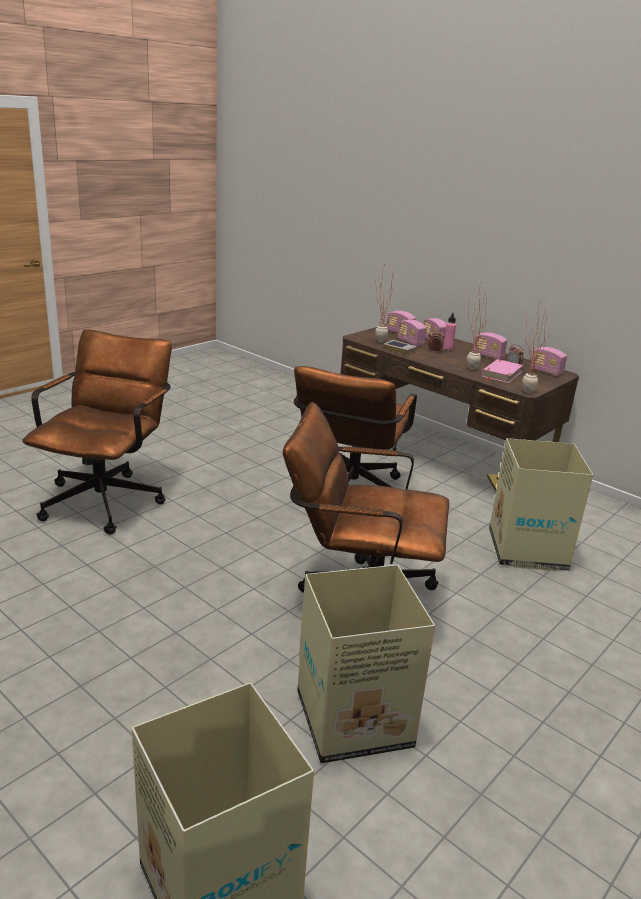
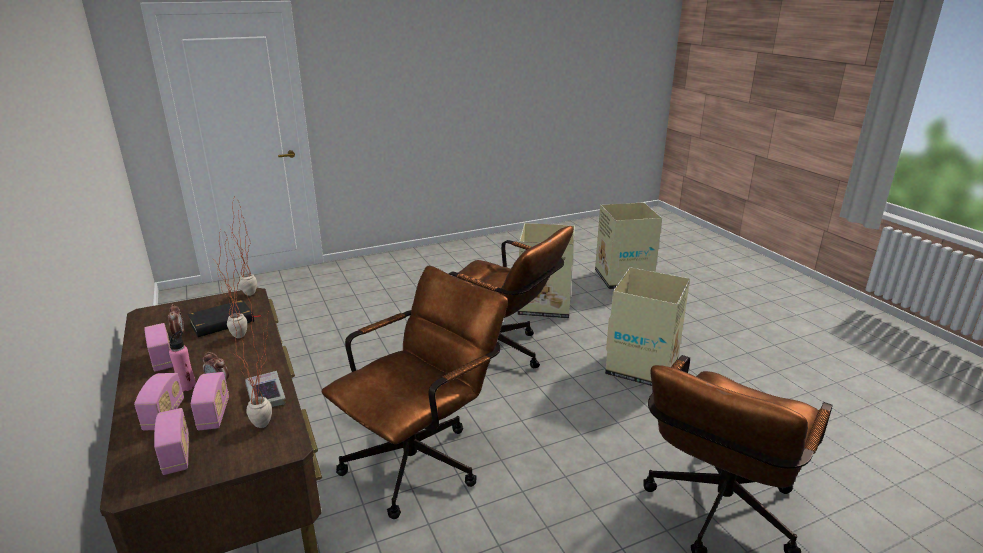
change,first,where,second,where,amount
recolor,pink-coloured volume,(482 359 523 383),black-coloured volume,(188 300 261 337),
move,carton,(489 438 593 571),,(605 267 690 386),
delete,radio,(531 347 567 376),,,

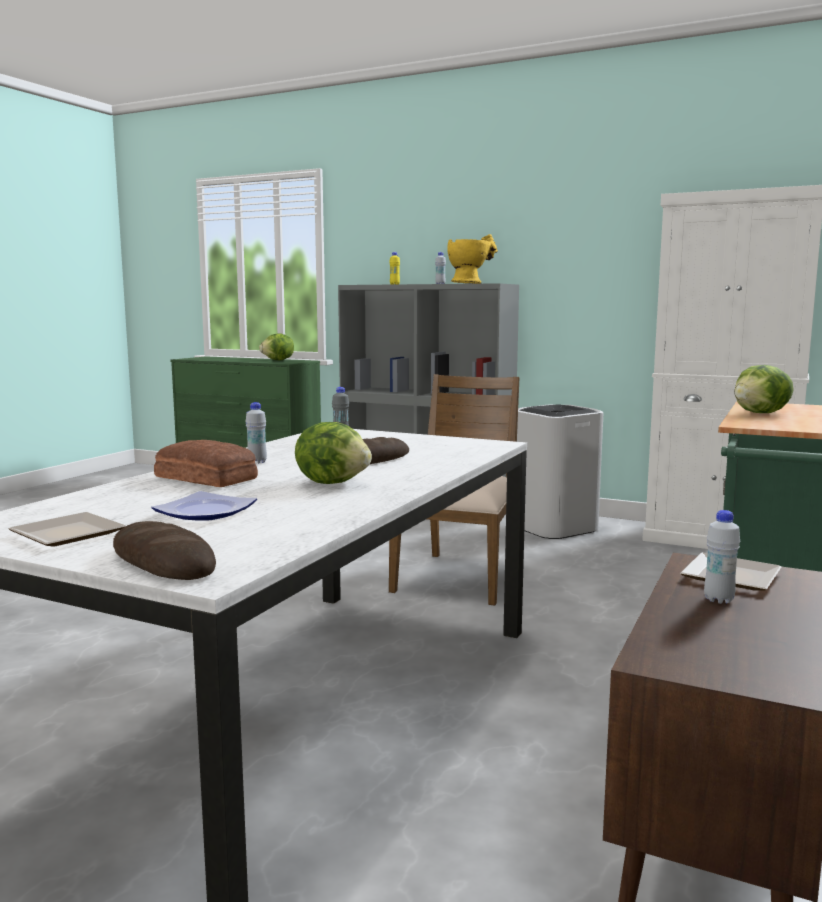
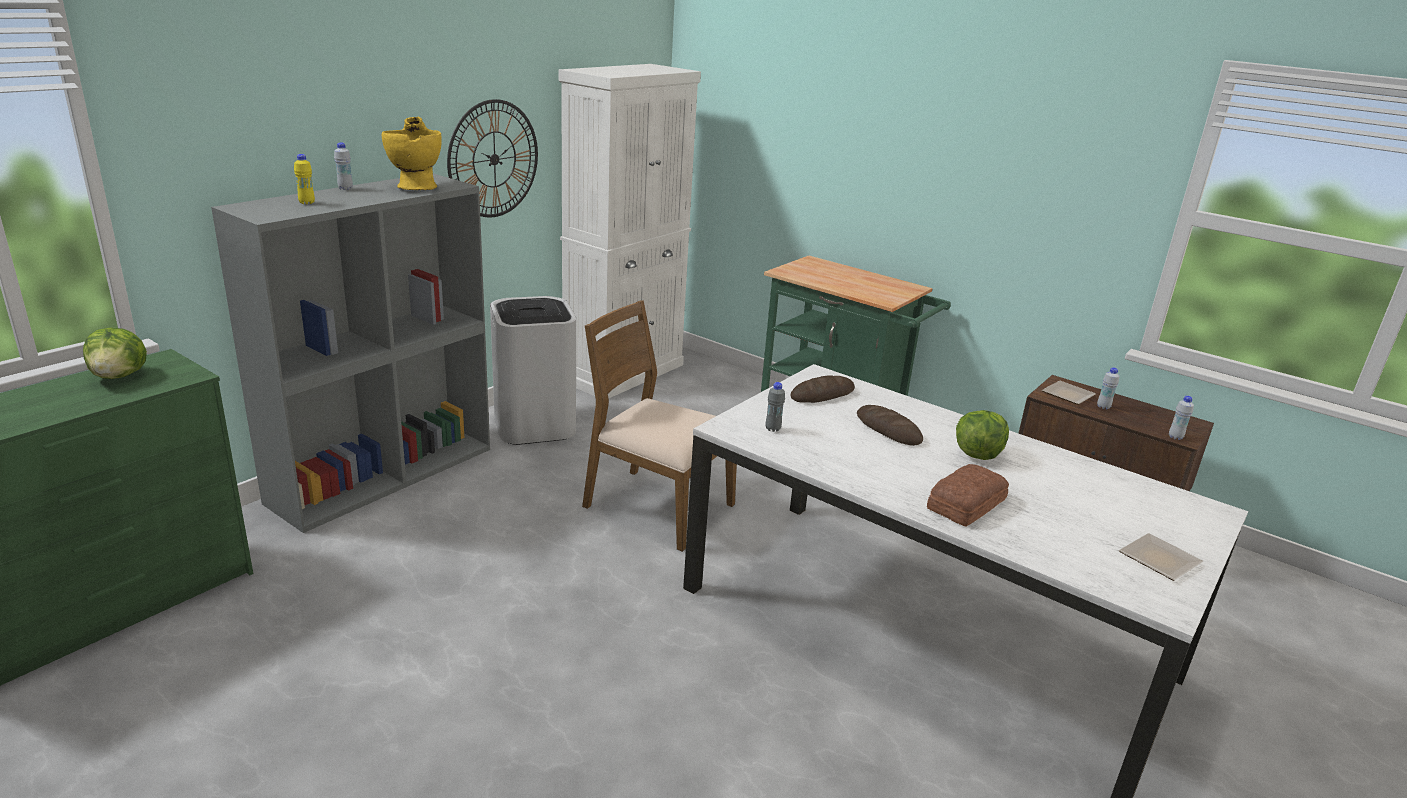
change,first,where,second,where,amount
move,bakery bread,(113 521 216 580),,(791 376 855 403),
delete,dinner plate,(152 491 257 520),,,
move,whitish beverage bottle,(245 402 267 464),,(1169 396 1194 440),
delete,lettuce head,(734 365 794 413),,,
insert,,,clock on the wall,(447 99 538 217),

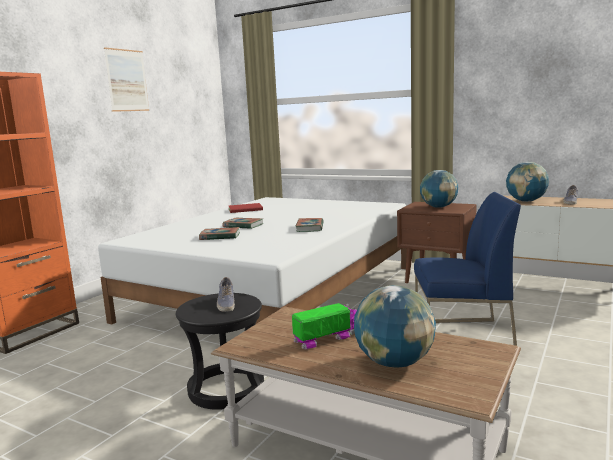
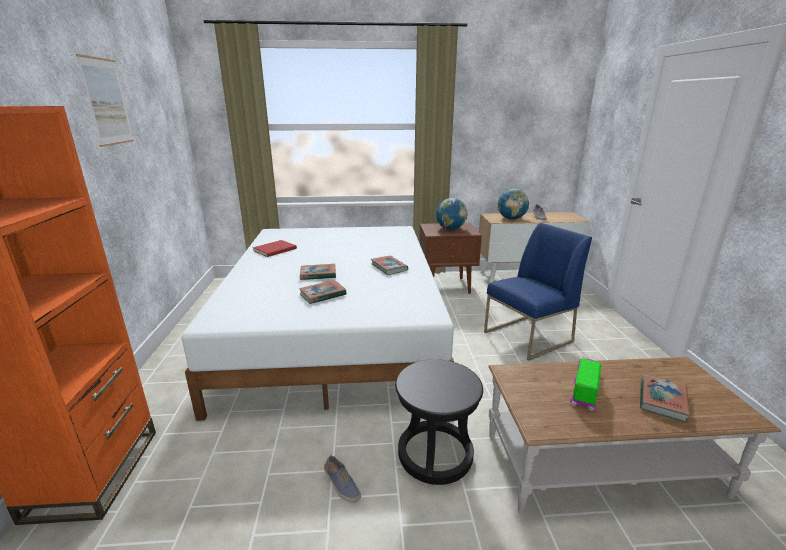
change,first,where,second,where,amount
move,low shoe,(217 277 235 312),,(324 456 361 503),
replace,desk globe,(354 285 436 368),volume,(640 374 690 422),

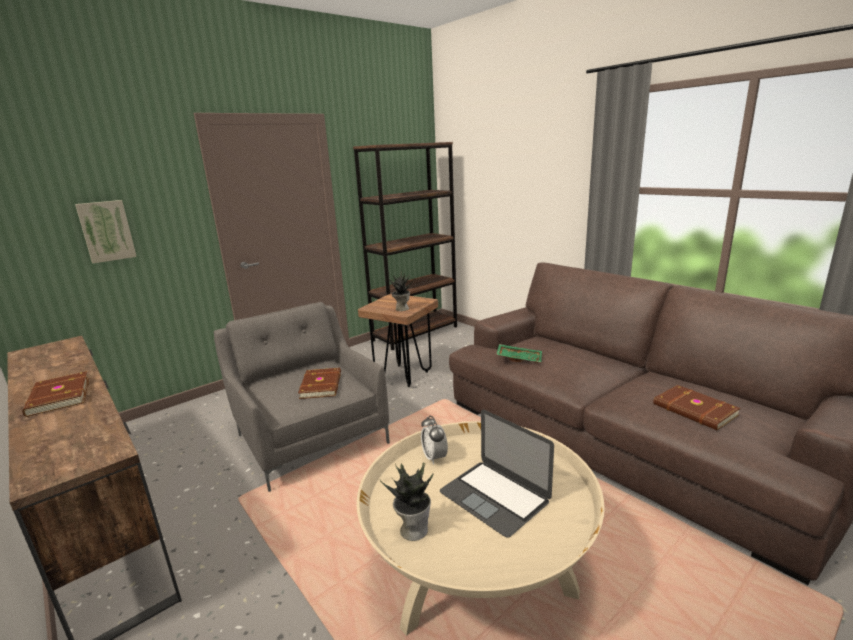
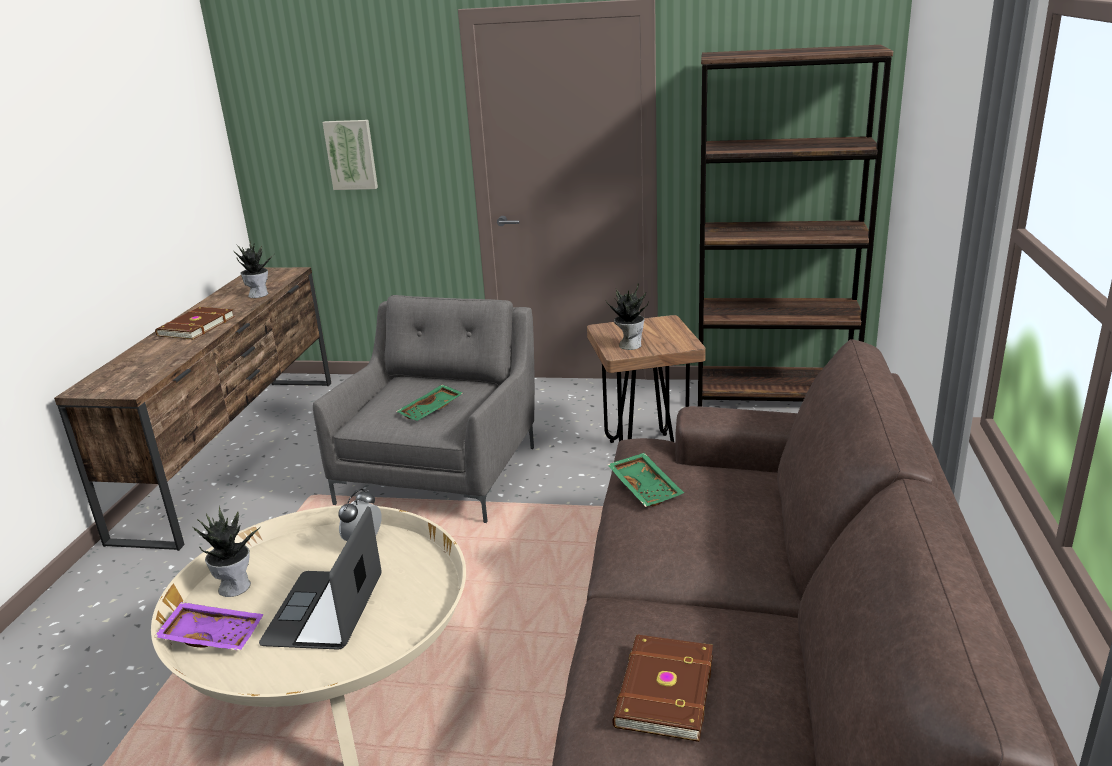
change,first,where,second,where,amount
replace,brownish volume,(298 368 341 399),green carrying tray,(396 385 463 421),
insert,,,purple-coloured carrying tray,(154 602 264 651),
insert,,,plant in a pot,(232 242 274 298),

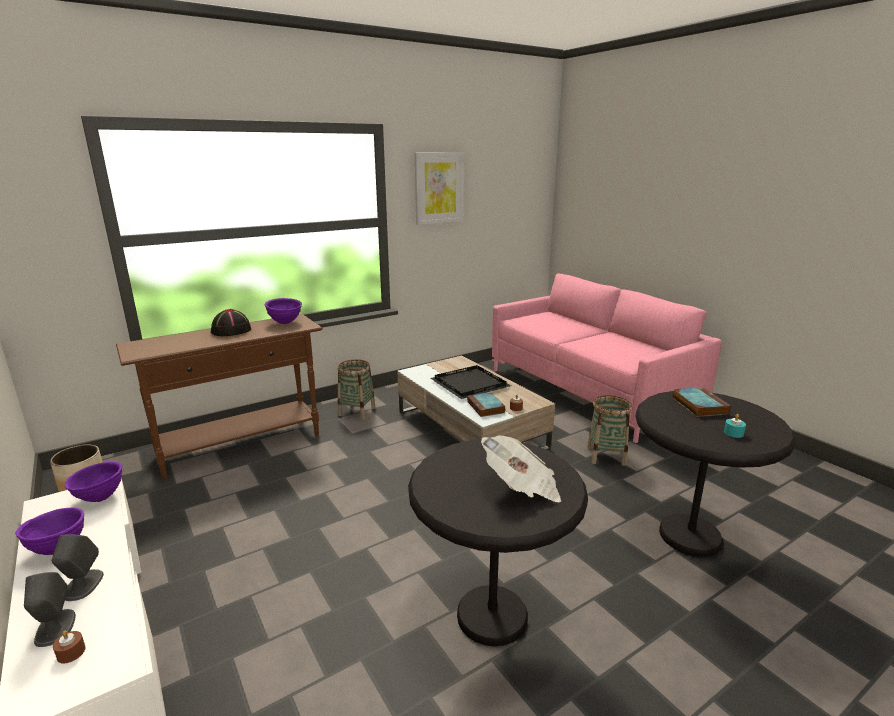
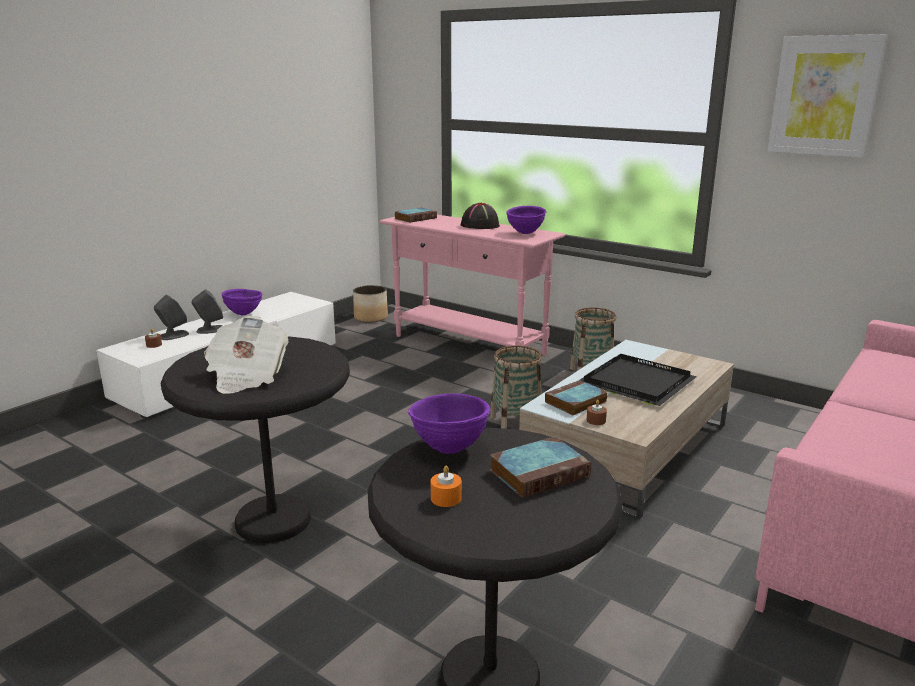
change,first,where,second,where,amount
move,purple-coloured bowl,(65 462 123 502),,(408 393 490 454),
recolor,brownish console table,(116 314 323 479),pink-coloured console table,(380 215 565 356),
move,storage basket,(587 395 632 466),,(490 346 542 429),
recolor,turquoise-coloured wax light,(724 414 746 438),orange-coloured wax light,(431 466 462 507),
insert,,,volume,(394 207 437 223),

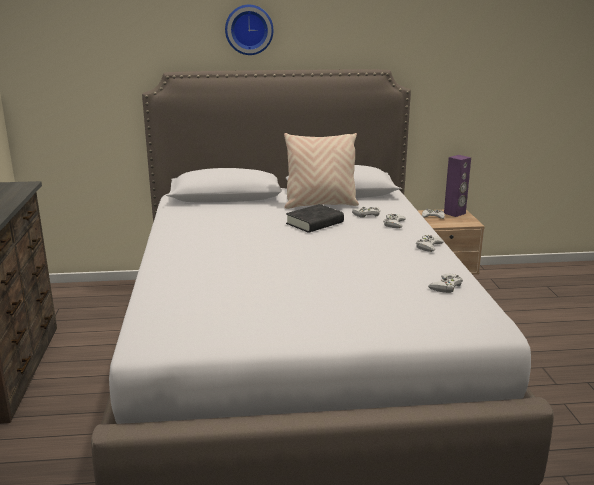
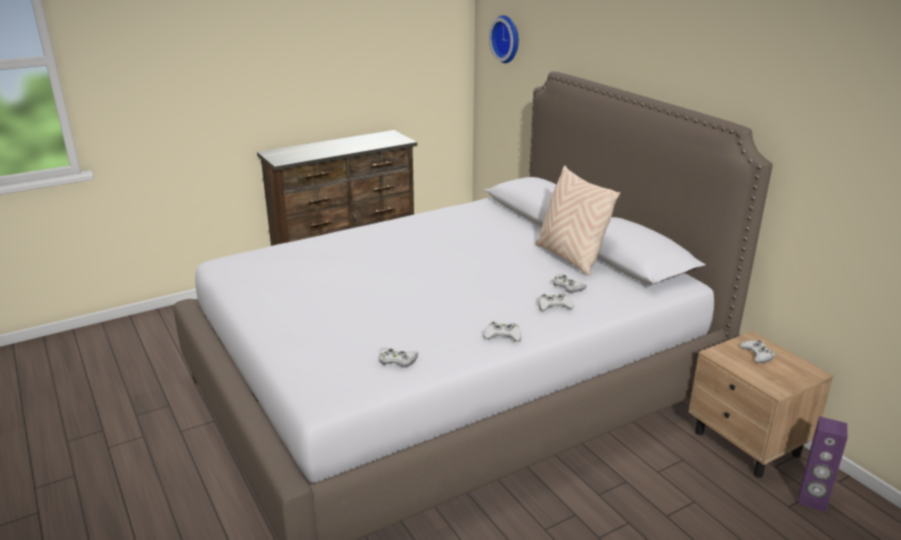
change,first,where,second,where,amount
move,clock on the wall,(225 5 273 55),,(489 15 519 63),
delete,black-coloured volume,(286 204 344 233),,,
move,purple-coloured audio speaker,(444 155 471 217),,(798 416 848 512),

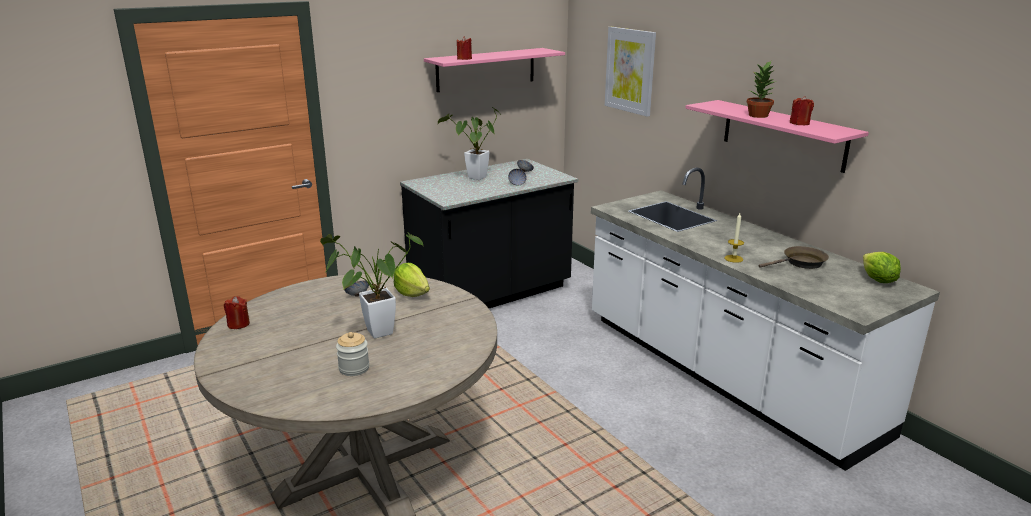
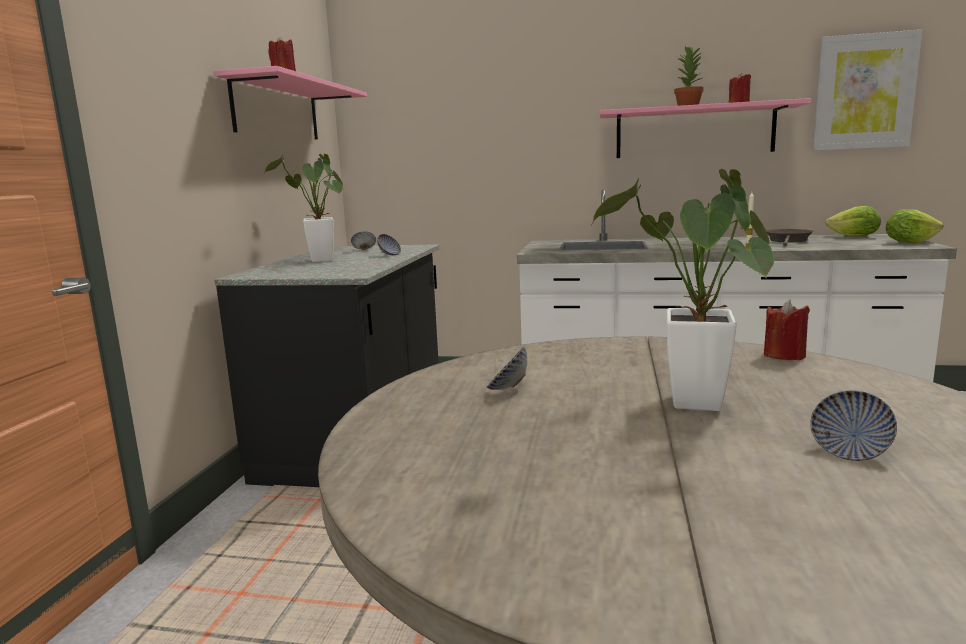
change,first,where,second,where,amount
move,reddish wax light,(224 296 250 329),,(764 300 810 360),
replace,preserve jar,(336 332 369 376),bowl,(810 390 897 461),
move,lettuce head,(394 263 430 297),,(886 209 943 244),
move,wall art,(605 27 656 117),,(812 30 922 151),

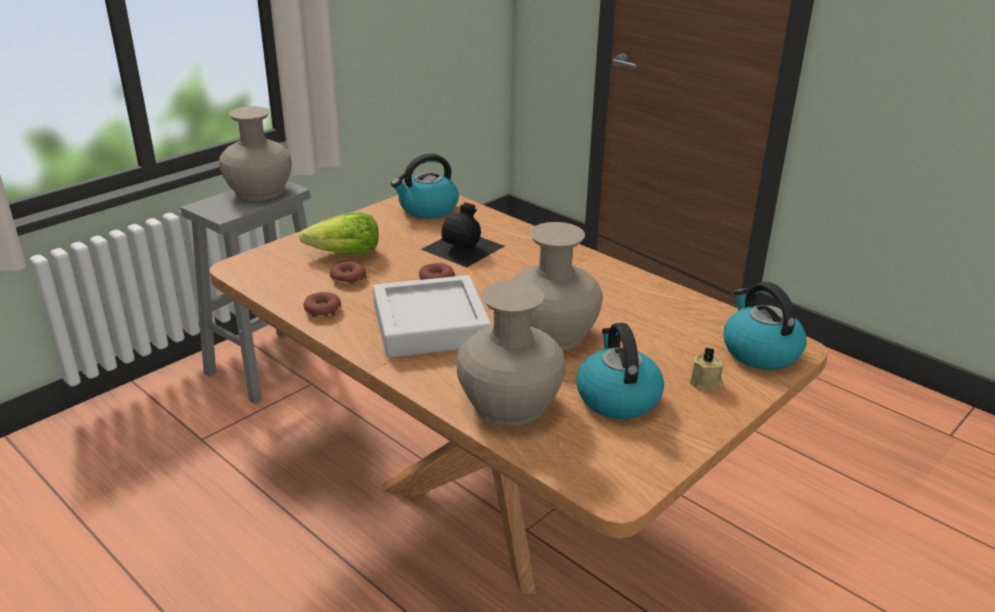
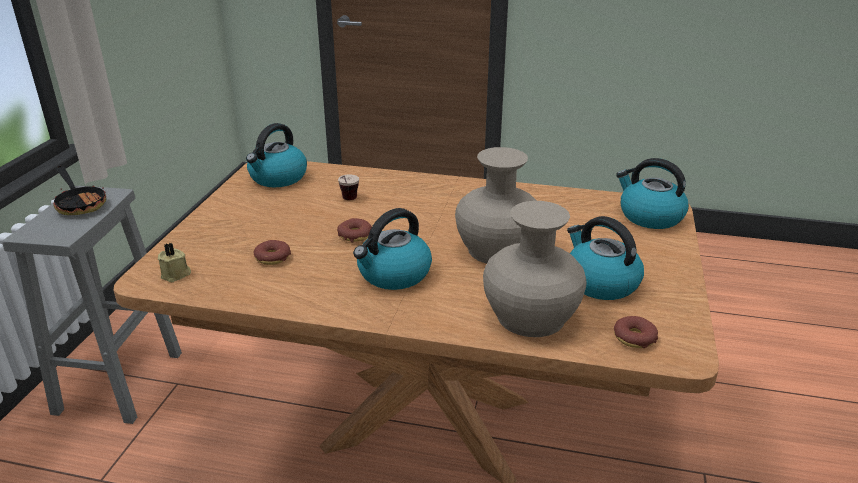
change,first,where,second,where,amount
replace,sand-coloured flower vase,(219 106 292 201),pan,(51 165 106 215),
delete,lettuce head,(299 212 379 255),,,
move,donut,(304 292 341 318),,(614 316 658 348),
replace,greyish carrying tray,(373 275 492 358),tea kettle,(353 208 432 290),
replace,black-coloured beverage bottle,(421 202 505 267),cup,(338 175 359 200),
move,sand-coloured wax light,(689 347 724 391),,(158 243 191 282),

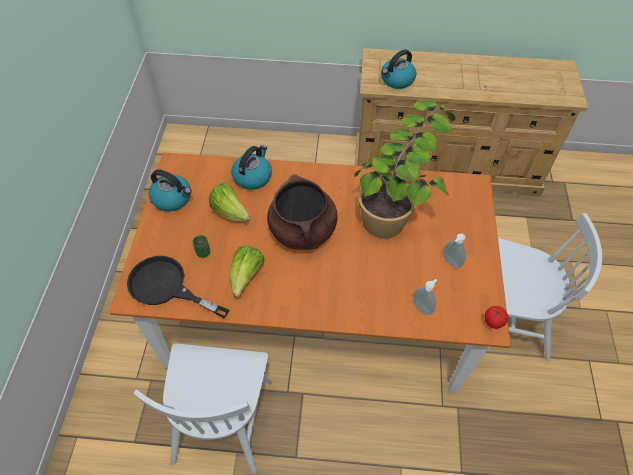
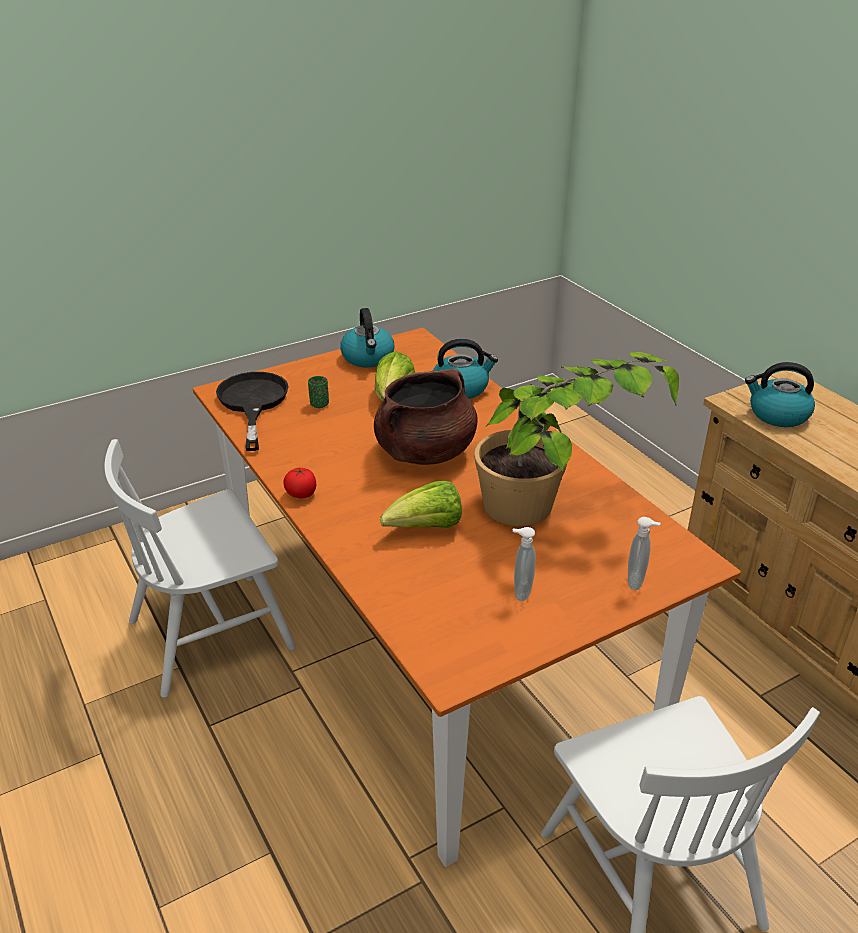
change,first,where,second,where,amount
move,lettuce head,(230 246 264 297),,(380 481 462 528),
move,soap dispenser,(413 279 437 315),,(628 517 660 590),
move,fresh tomato,(485 306 508 329),,(283 467 316 498),

